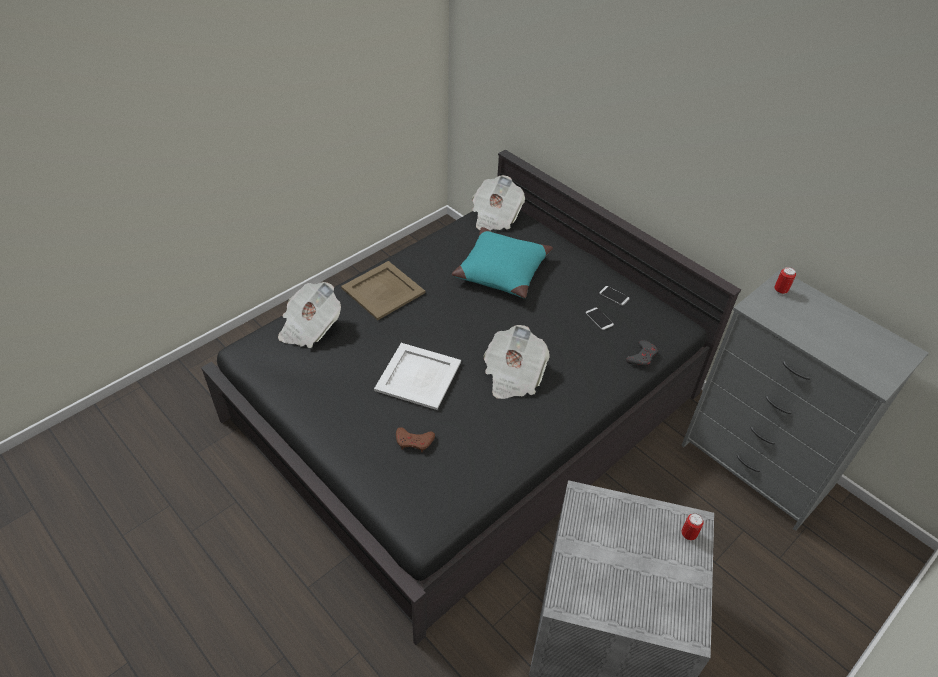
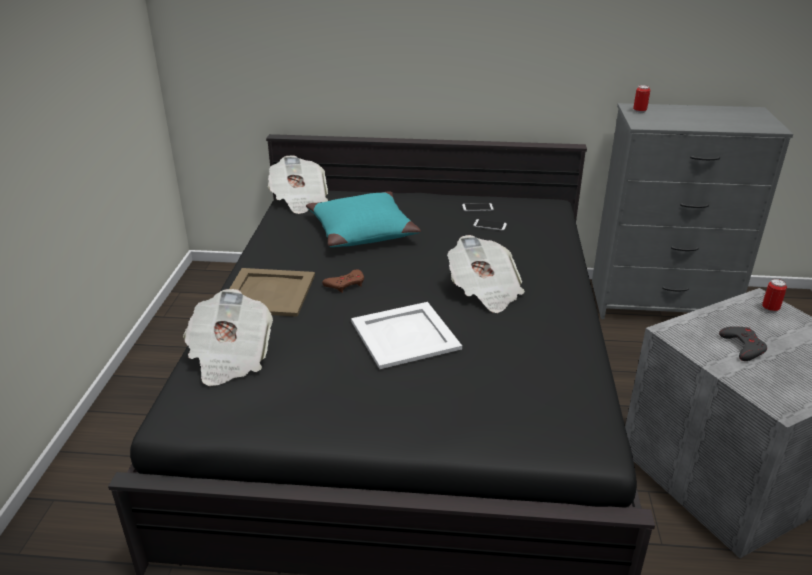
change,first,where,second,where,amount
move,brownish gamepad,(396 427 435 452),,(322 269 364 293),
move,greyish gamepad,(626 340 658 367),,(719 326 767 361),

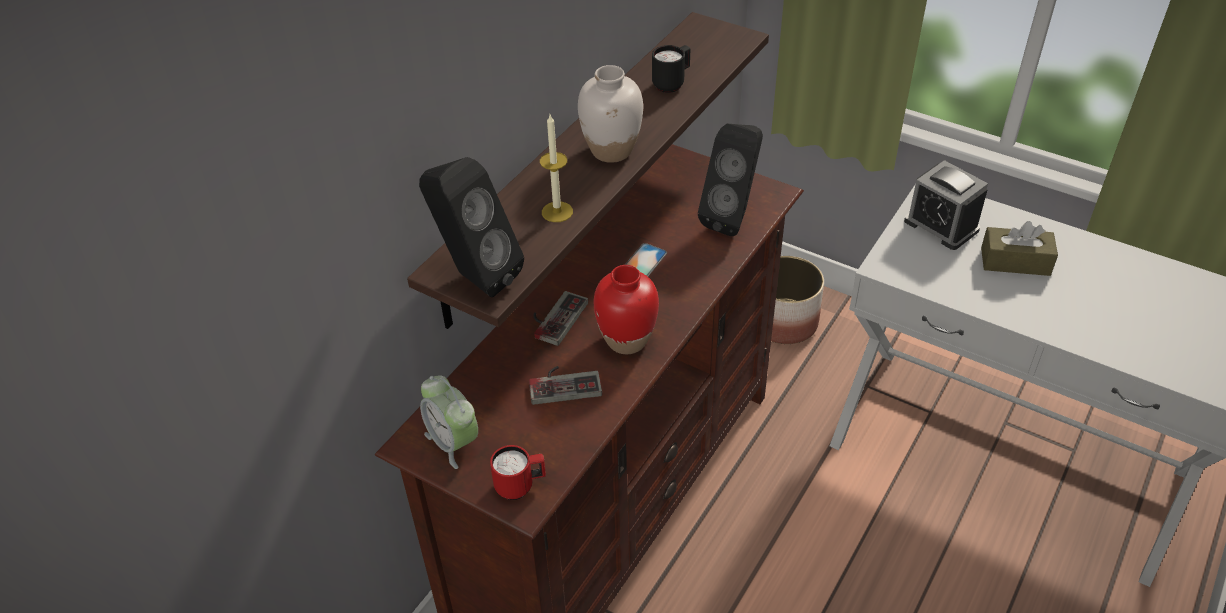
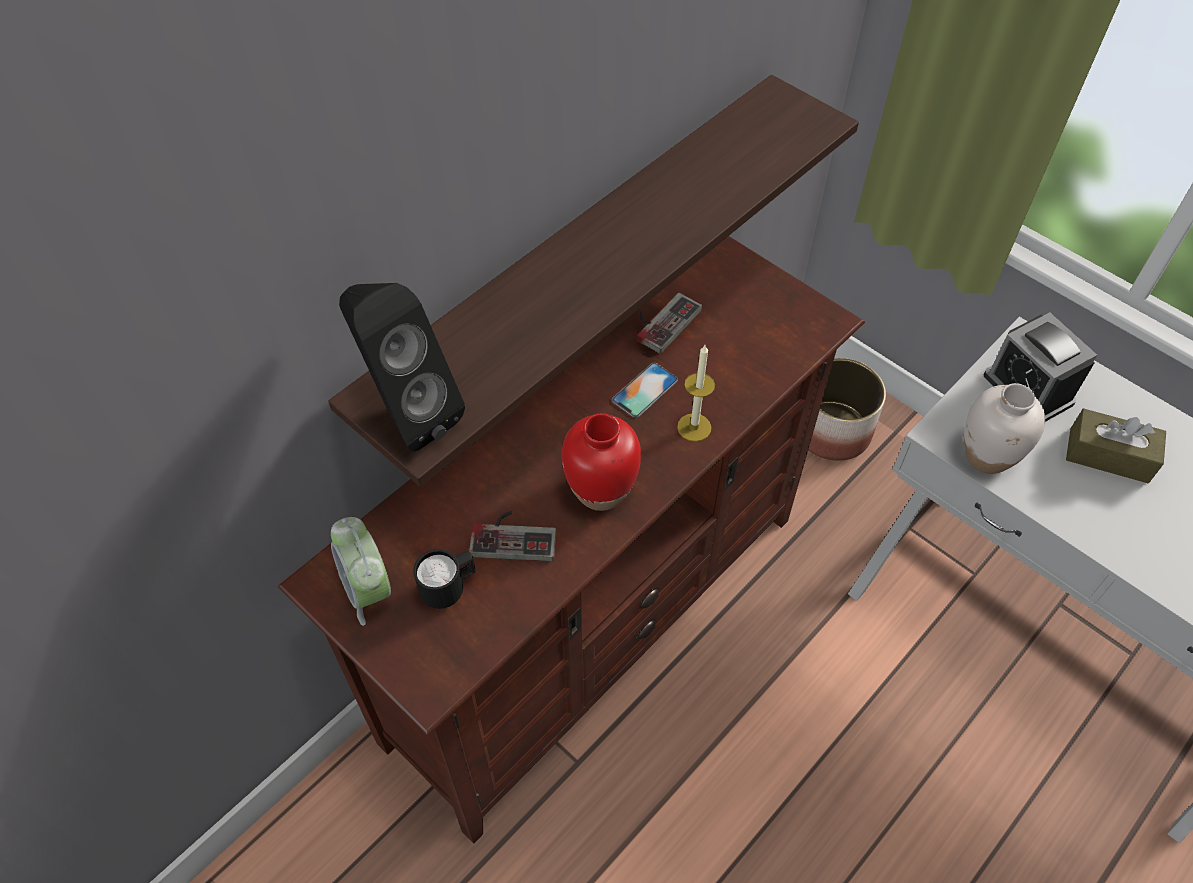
change,first,where,second,where,amount
delete,reddish mug,(490 445 546 500),,,
move,gamepad,(534 291 588 346),,(637 293 702 354),
move,wax light,(540 115 573 222),,(677 345 715 442),
move,whitish flower vase,(578 65 643 163),,(964 383 1045 474),
move,black-coloured mug,(652 45 690 93),,(413 549 476 609),
delete,black-coloured audio speaker,(698 124 763 236),,,

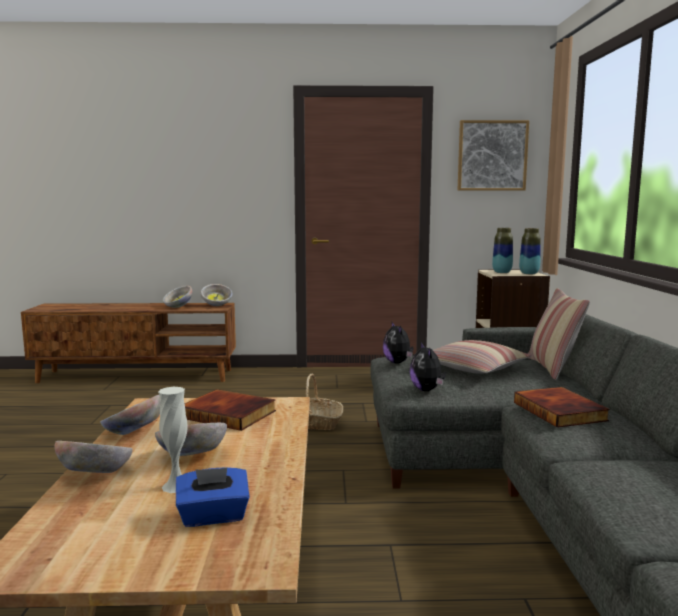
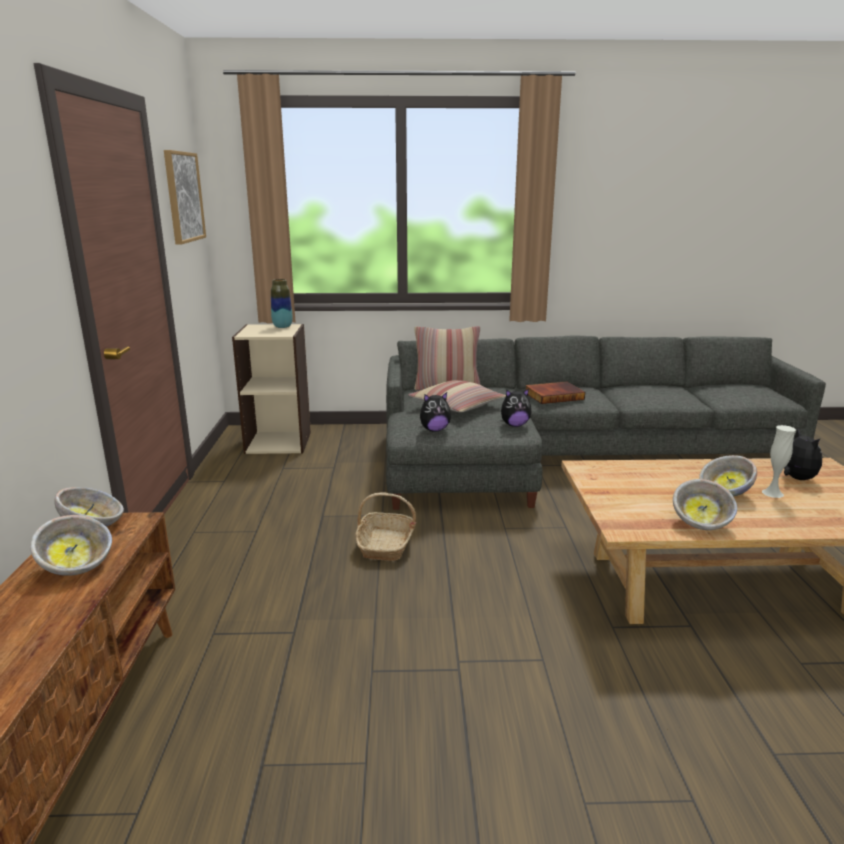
change,first,where,second,where,amount
delete,bowl,(55 441 133 473),,,
replace,bluish tissue box,(176 468 250 527),plush toy,(784 429 822 480),
delete,volume,(185 389 276 431),,,
delete,flower vase,(492 228 513 273),,,

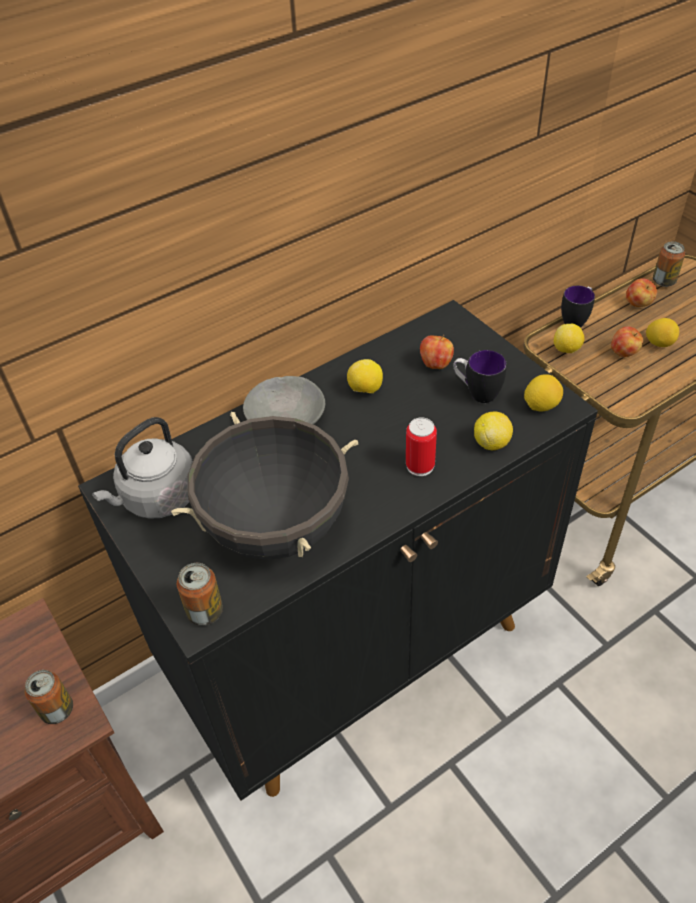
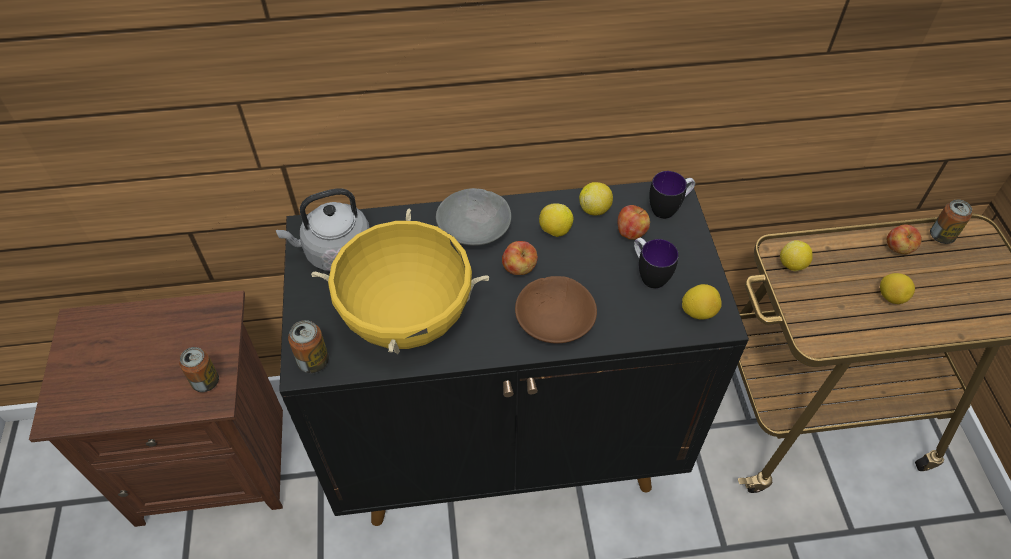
change,first,where,second,where,amount
recolor,black-coloured stockpot,(171 412 358 560),yellow-coloured stockpot,(311 208 489 354),
replace,can,(406 417 437 476),brownish bowl,(515 276 597 344),
move,citrus fruit,(474 412 513 450),,(579 182 613 215),
move,mug,(561 286 595 328),,(649 171 695 219),
move,apple fruit,(611 326 643 357),,(502 241 538 275),

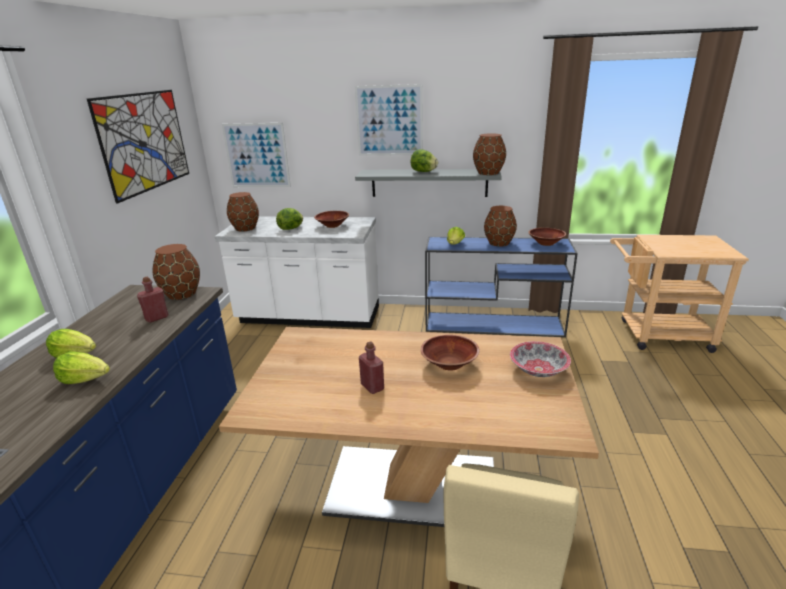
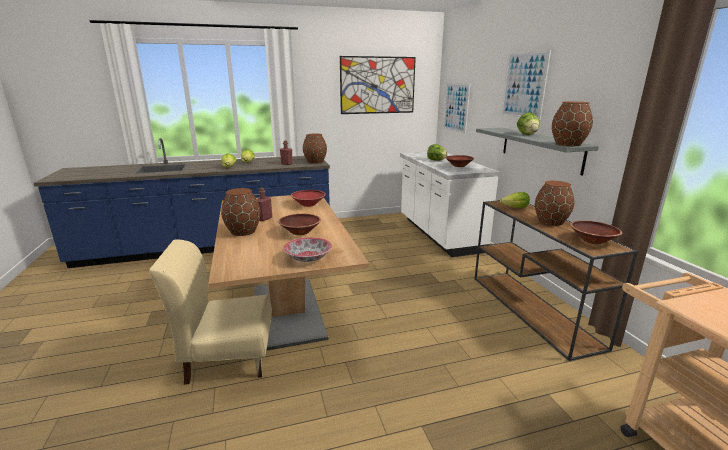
change,first,where,second,where,amount
move,brownish flower vase,(227 192 259 232),,(221 188 261 236),
recolor,bluish console table,(425 237 578 337),brownish console table,(475 200 638 361),
insert,,,reddish bowl,(291 190 326 207),

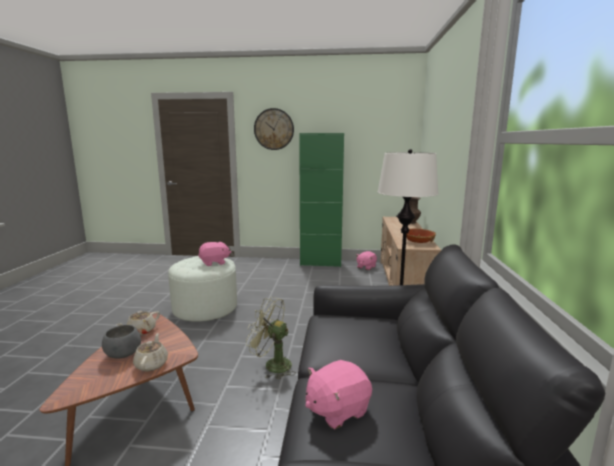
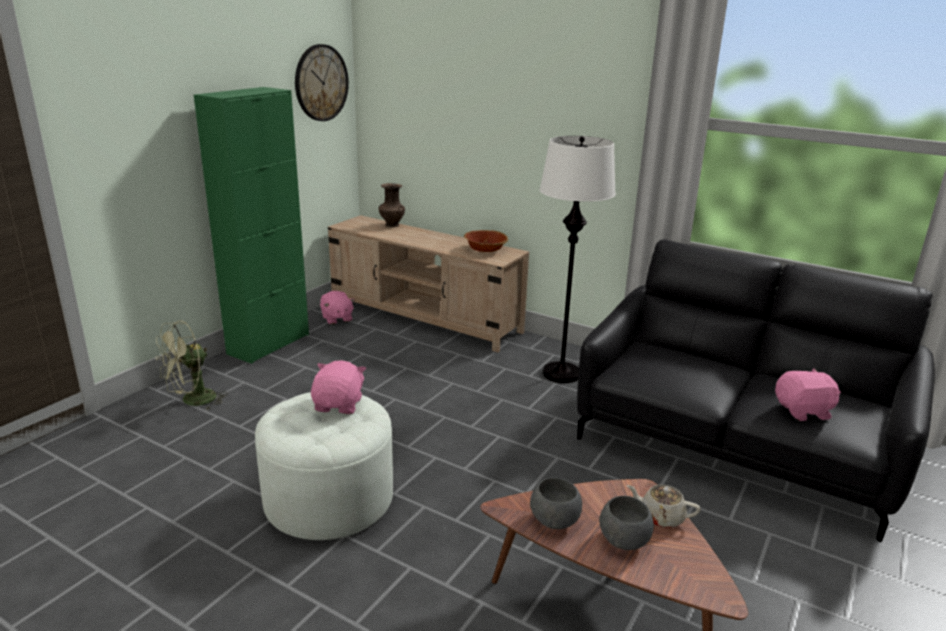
change,first,where,second,where,amount
replace,sand-coloured pot for tea,(116 311 160 336),greyish bowl,(530 478 582 529),
move,green electric fan,(246 297 296 379),,(156 321 228 411),
move,clock on the wall,(254 108 294 150),,(295 44 349 121),
rotate,pink-coloured plush toy,(305 360 372 430),,(775 368 841 421),90 degrees counterclockwise

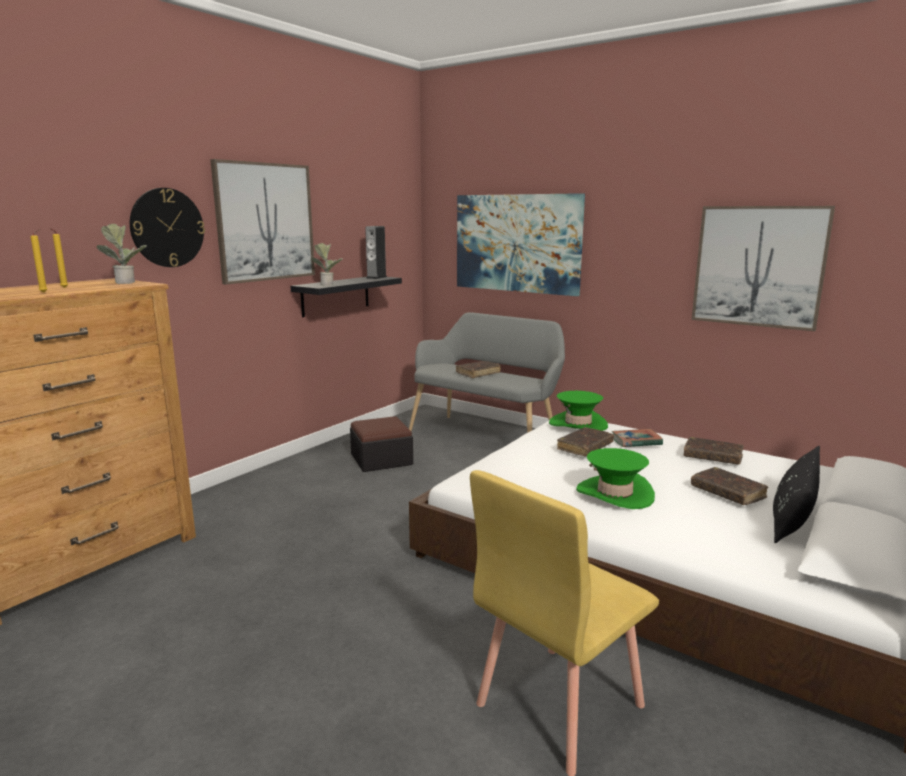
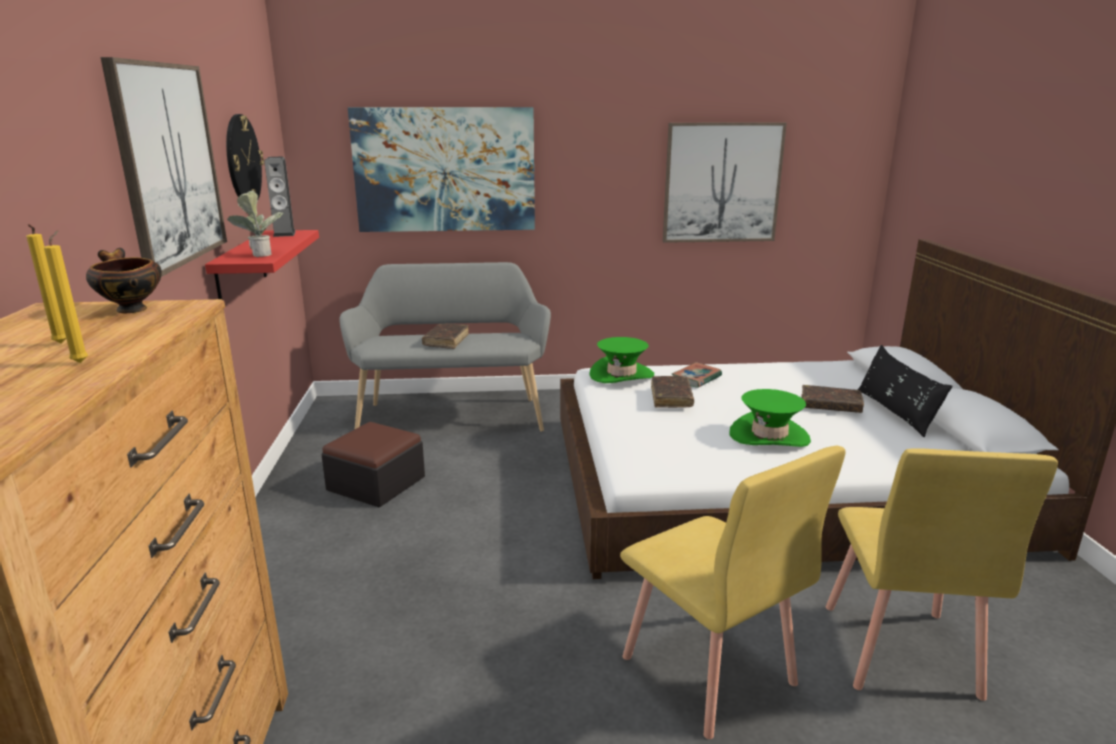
change,first,where,second,where,amount
replace,plant in a pot,(97 224 147 284),bowl,(86 248 162 313),
move,clock on the wall,(130 188 205 267),,(226 114 264 200),
recolor,black-coloured shelf,(290 277 402 317),reddish shelf,(205 230 319 299),
delete,brownish volume,(684 437 744 465),,,
insert,,,yellow-coloured upright chair,(620 446 846 739),

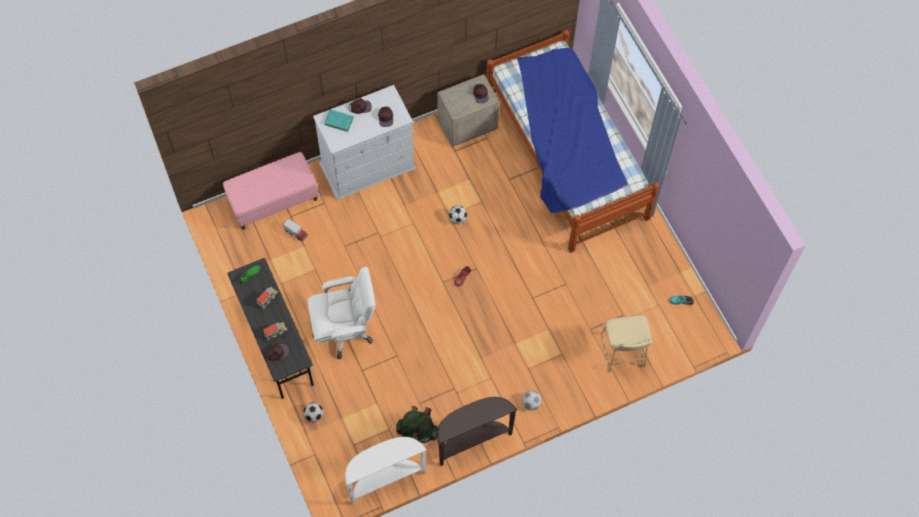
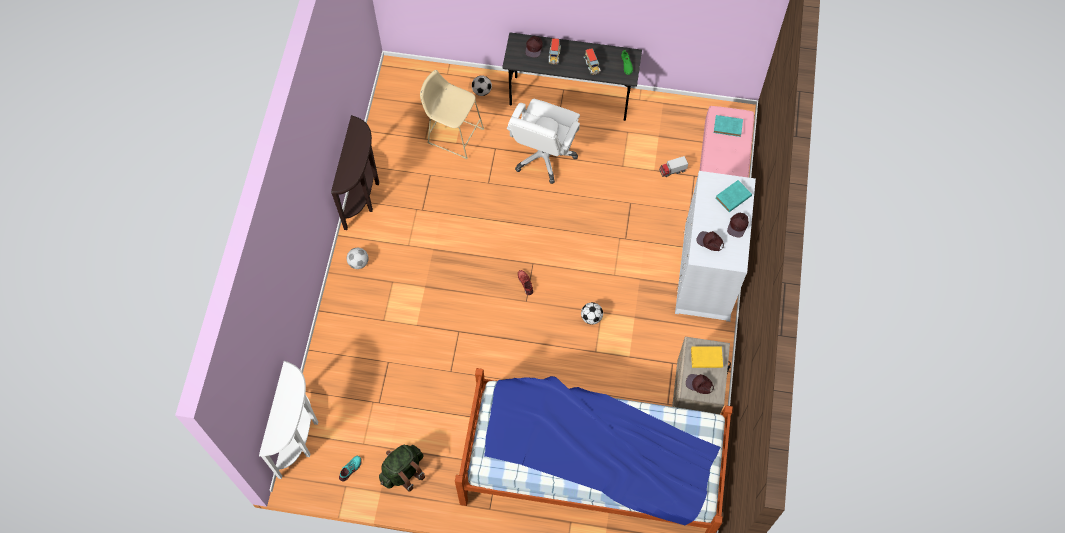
change,first,where,second,where,amount
move,whitish console table,(345 437 426 505),,(259 361 318 479),
move,green rucksack,(396 406 438 443),,(379 445 425 491),
move,sand-coloured stool seat,(601 315 653 372),,(420 70 485 159),
insert,,,yellow-coloured volume,(691 346 723 368),
insert,,,turquoise-coloured volume,(714 115 743 137),

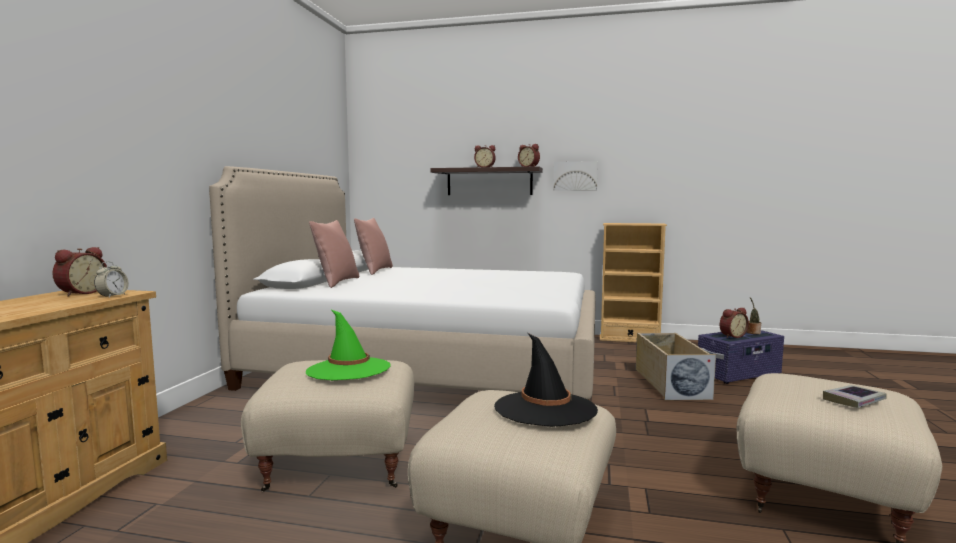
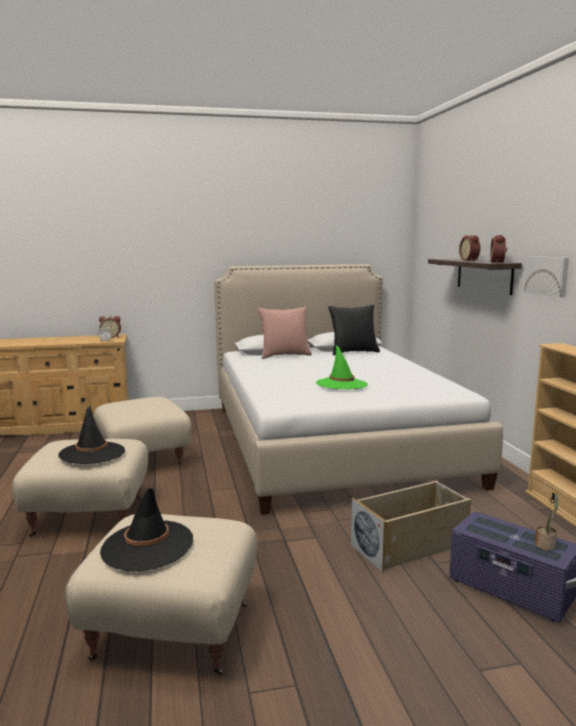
change,first,where,second,where,amount
move,green clothing hat,(306 310 391 380),,(316 345 368 389),
recolor,pink-coloured throw pillow,(354 218 393 275),black-coloured throw pillow,(328 305 380 355),
delete,alarm clock,(720 308 749 338),,,
replace,volume,(823 385 887 408),black-coloured clothing hat,(100 487 193 571),

